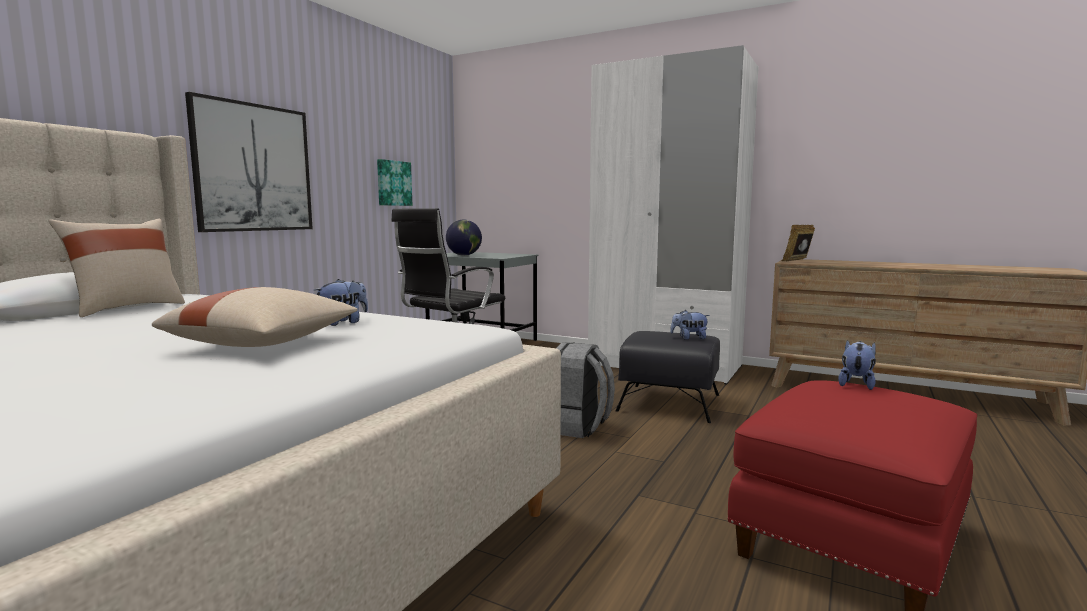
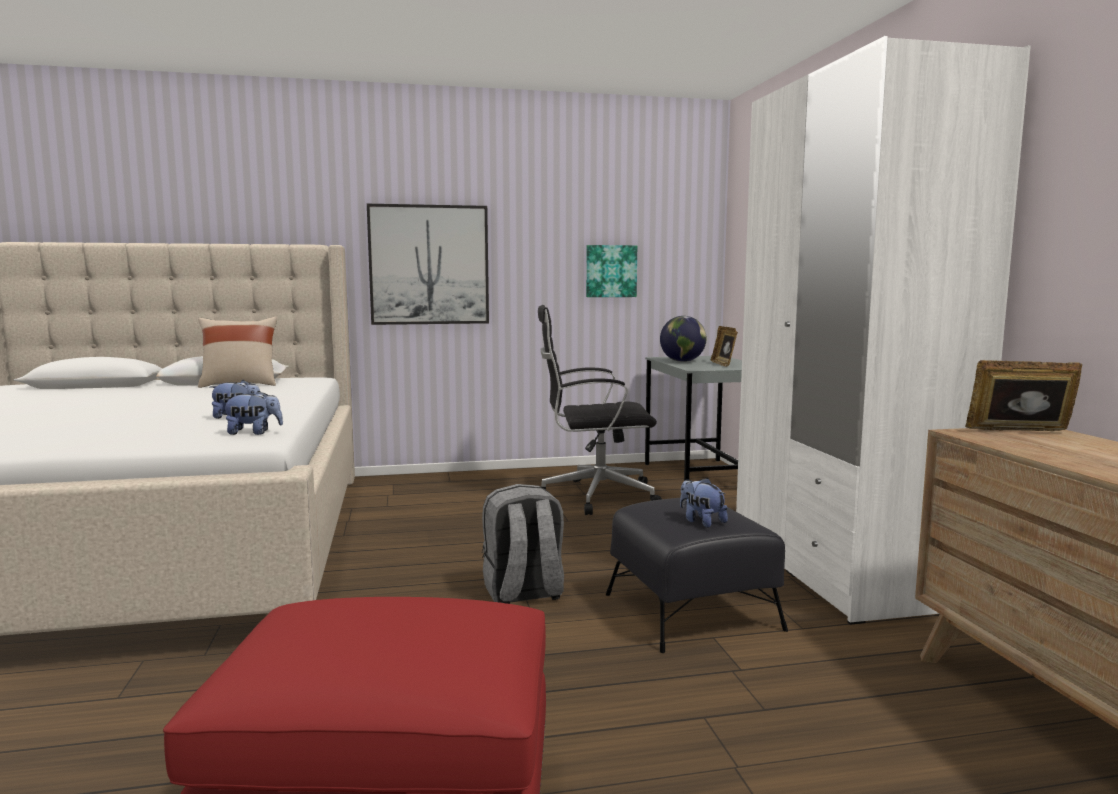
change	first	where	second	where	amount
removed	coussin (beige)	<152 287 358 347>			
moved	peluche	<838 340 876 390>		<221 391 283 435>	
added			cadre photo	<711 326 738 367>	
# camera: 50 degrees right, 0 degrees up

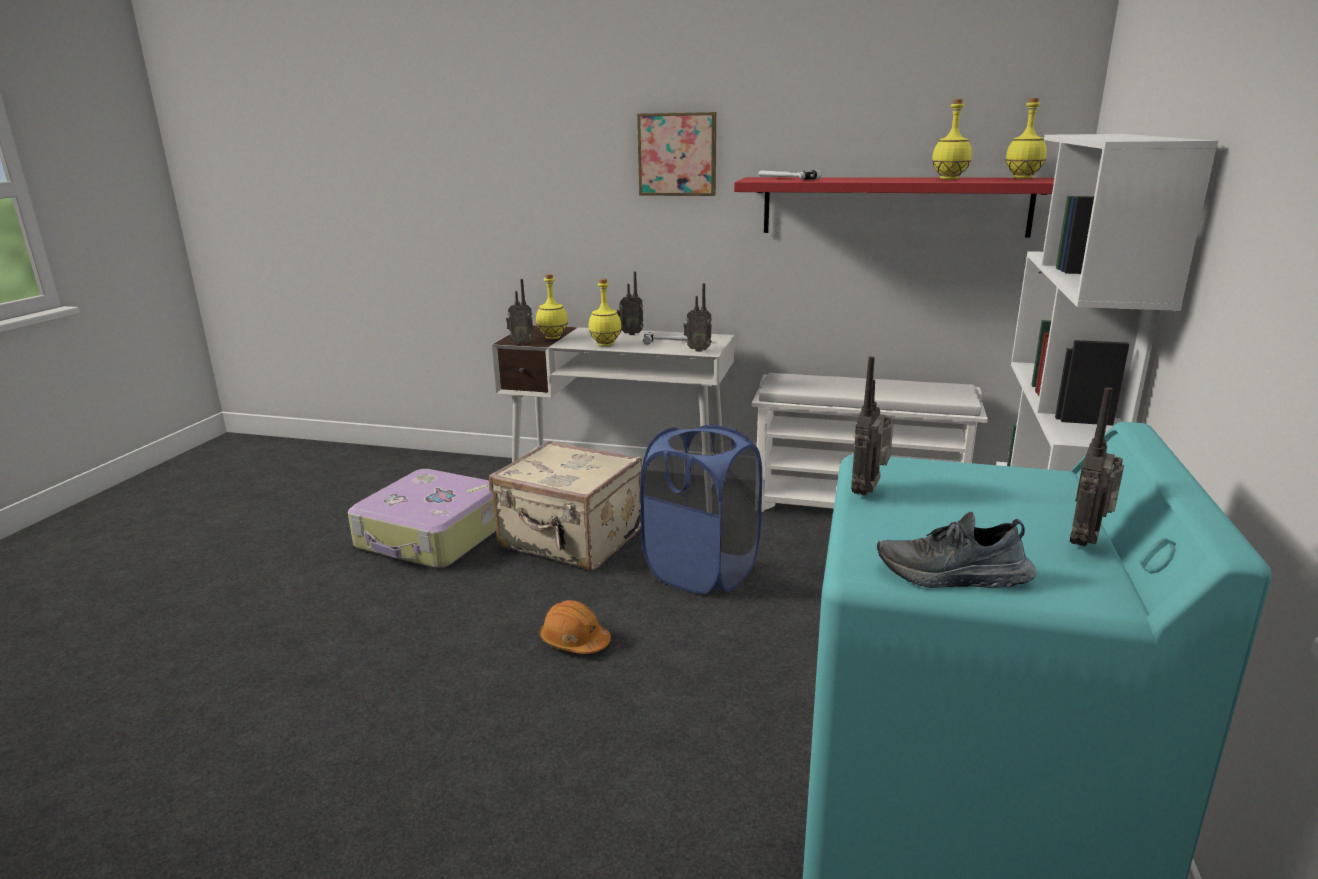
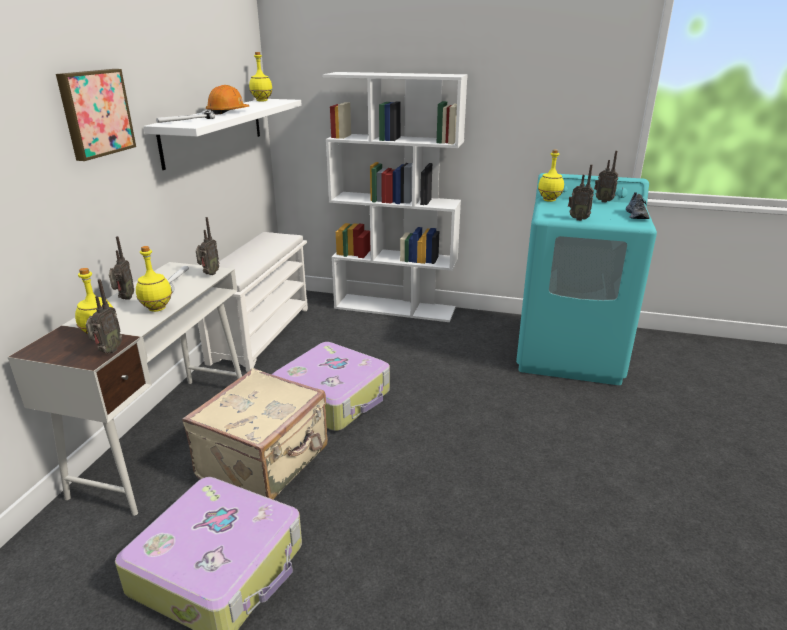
change	first	where	second	where	amount
moved	casque de chantier (orange)	<539 600 611 654>		<206 85 249 115>	
replaced	panier à linge (bleu)	<640 425 762 594>	valise	<271 342 390 431>	
recoloured	étagère (rouge)	<734 177 1054 238>	étagère (blanc)	<143 99 302 170>	
moved	bouteille (jaune)	<932 99 972 180>		<538 150 564 202>	
# camera: 90 degrees left, 5 degrees up

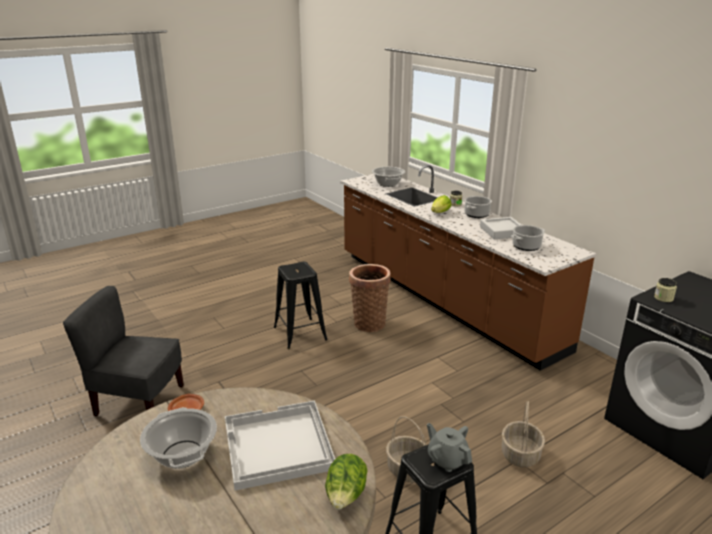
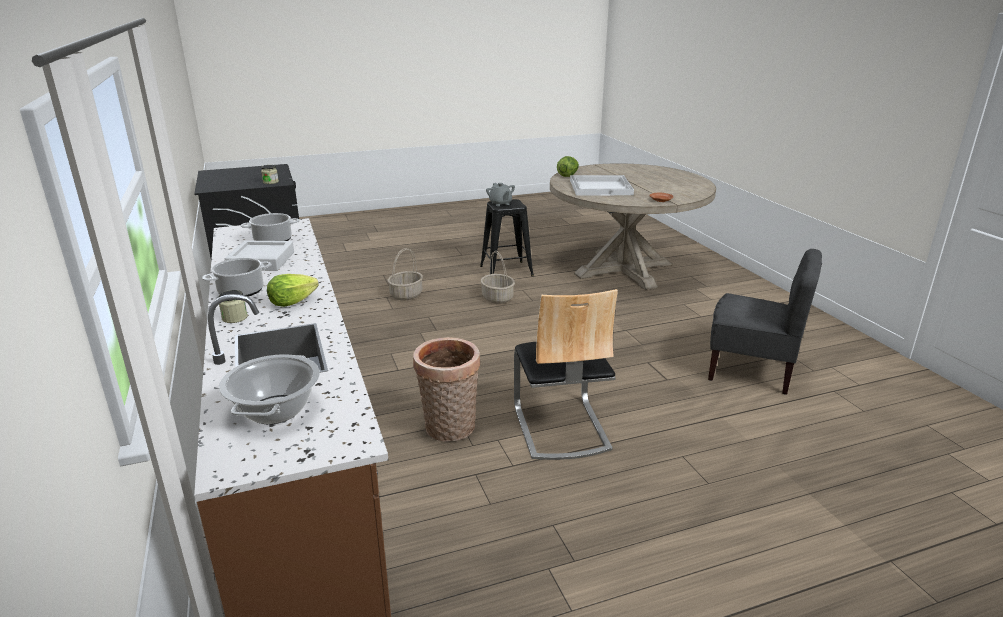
change	first	where	second	where	amount
removed	marmite	<140 407 217 469>			
replaced	tabouret (noir)	<274 262 328 349>	chaise	<514 289 618 460>	
# camera: 165 degrees left, 0 degrees up

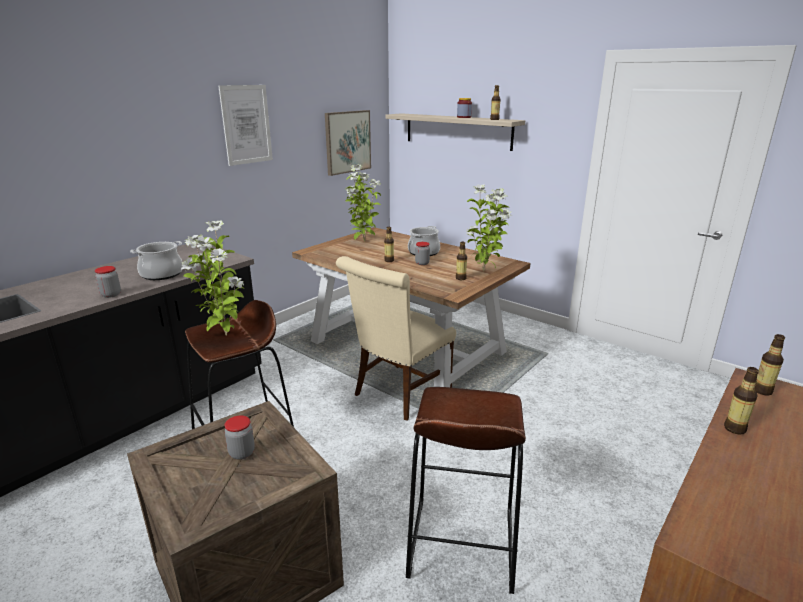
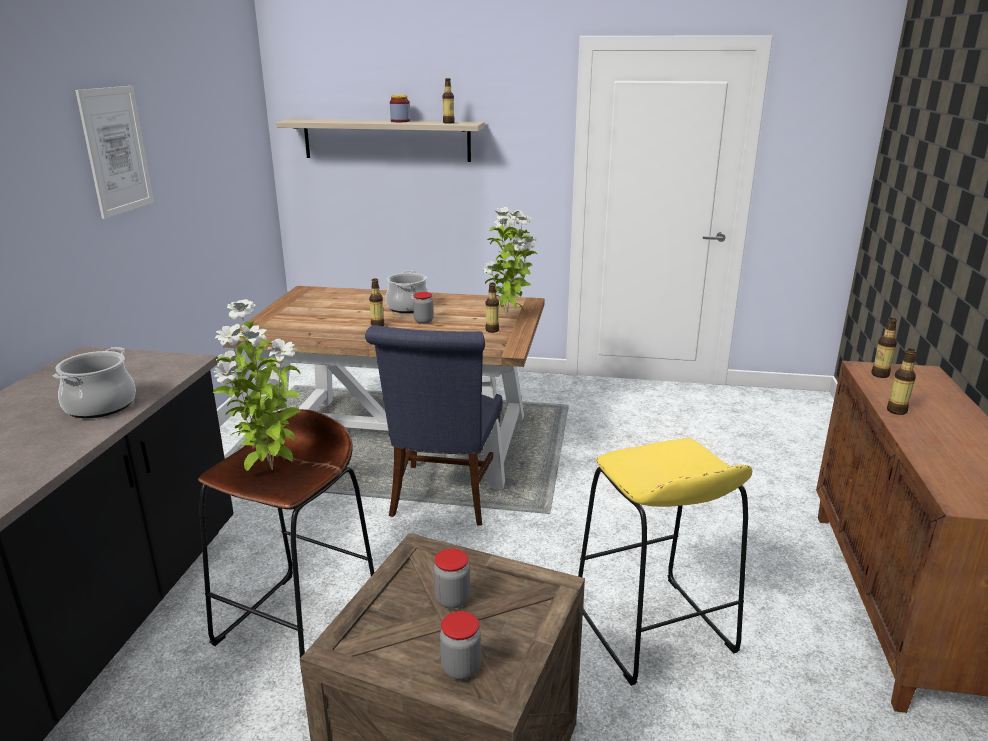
change	first	where	second	where	amount
moved	bocal	<95 266 121 298>		<440 611 481 680>	
removed	tableau	<325 110 371 176>			
recoloured	chaise (beige)	<336 256 456 421>	chaise (bleu)	<365 325 503 526>	
removed	plante en pot	<346 164 381 242>			
recoloured	tabouret (marron)	<406 387 526 594>	tabouret (jaune)	<578 438 752 686>	
# camera: 30 degrees left, 0 degrees up

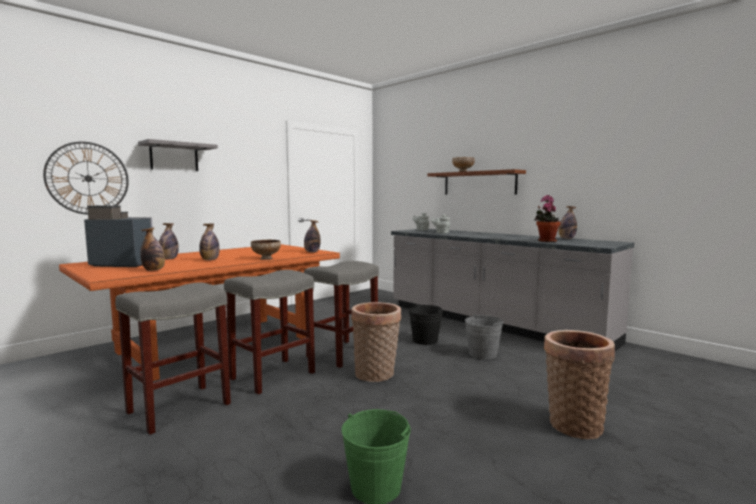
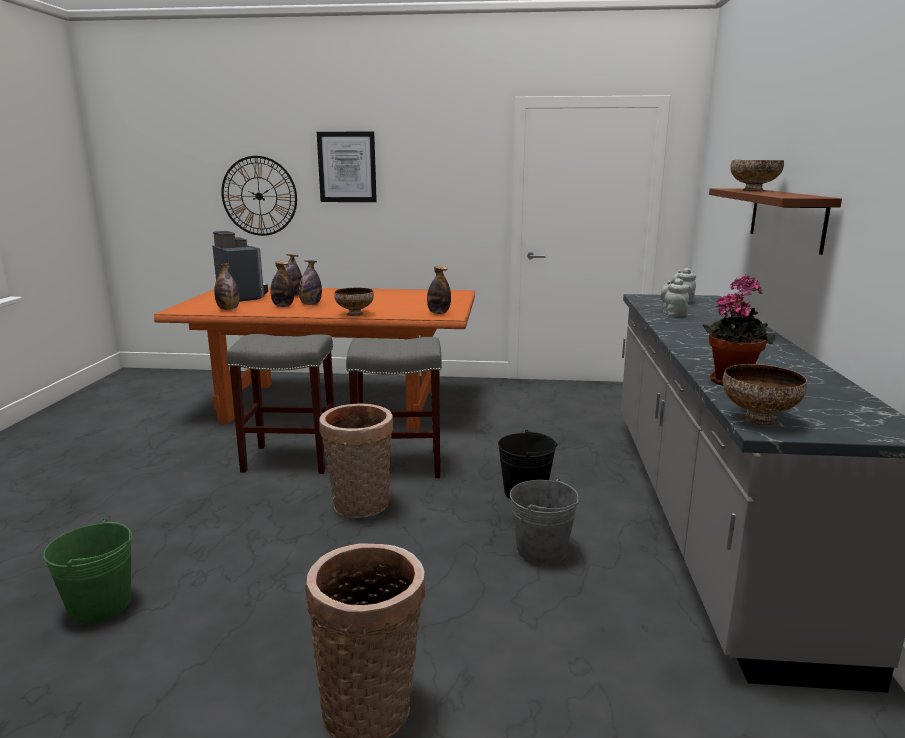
change	first	where	second	where	amount
removed	tabouret (gris)	<115 282 231 435>			
replaced	étagère (gris)	<138 139 218 171>	tableau	<317 132 377 202>	
moved	bouteille	<559 206 577 239>		<270 261 294 307>	
added			bol	<723 364 807 425>	
# camera: 50 degrees right, 10 degrees up

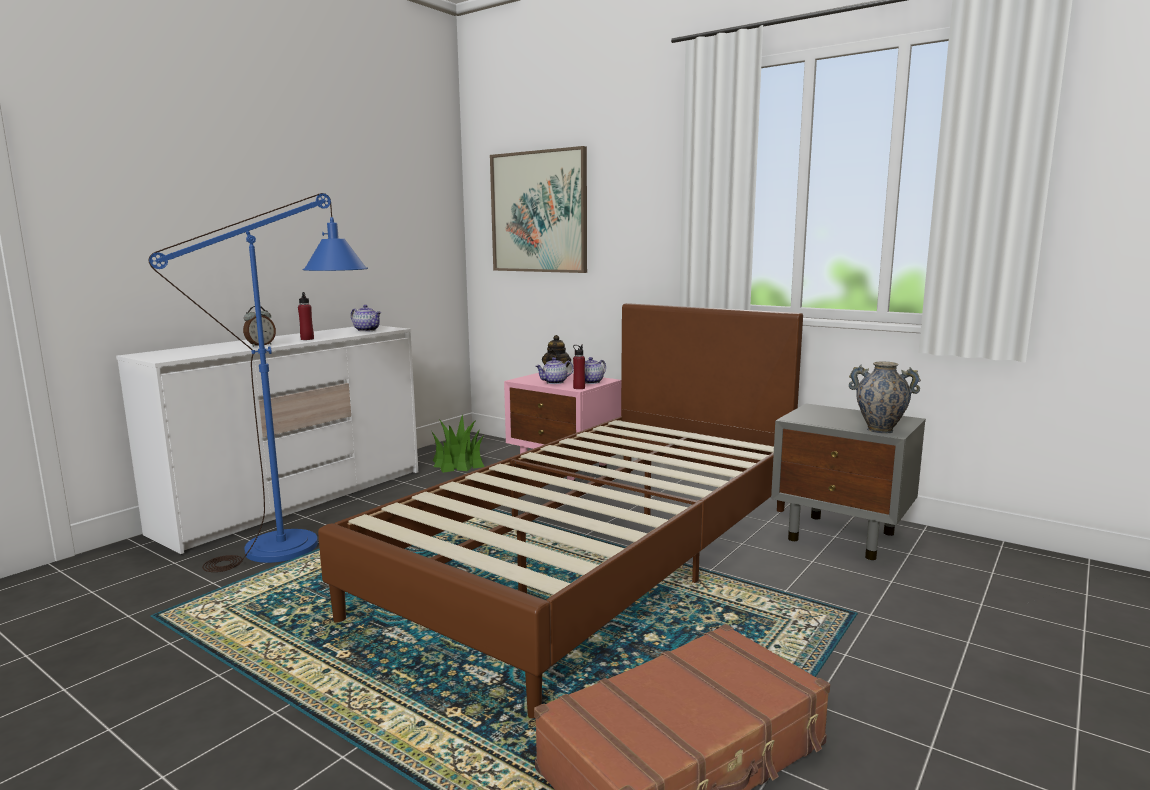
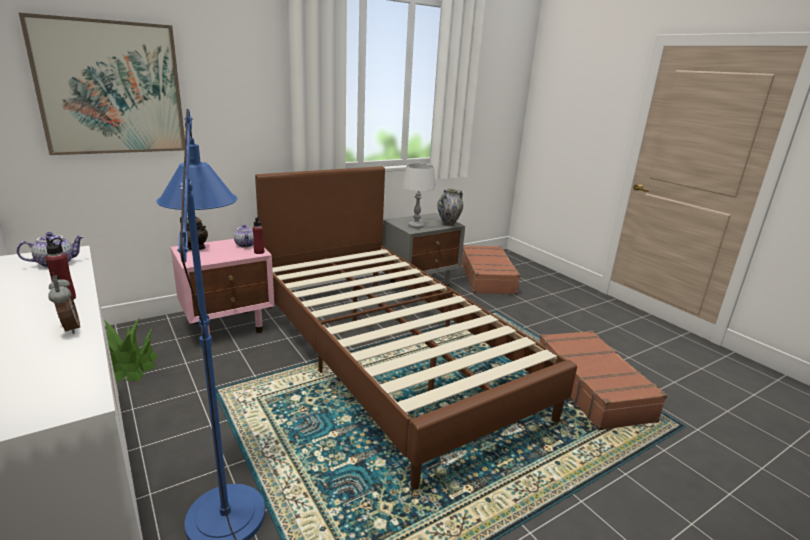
change	first	where	second	where	amount
removed	théière	<536 357 573 384>			
added			lampe de table (gris)	<402 163 436 229>	
added			valise (marron)	<461 245 521 295>	
# camera: 70 degrees left, 10 degrees up

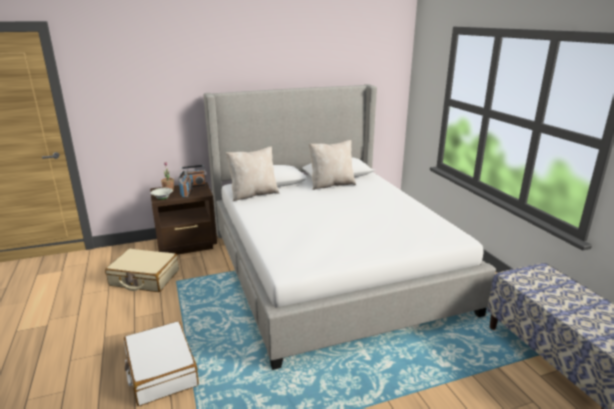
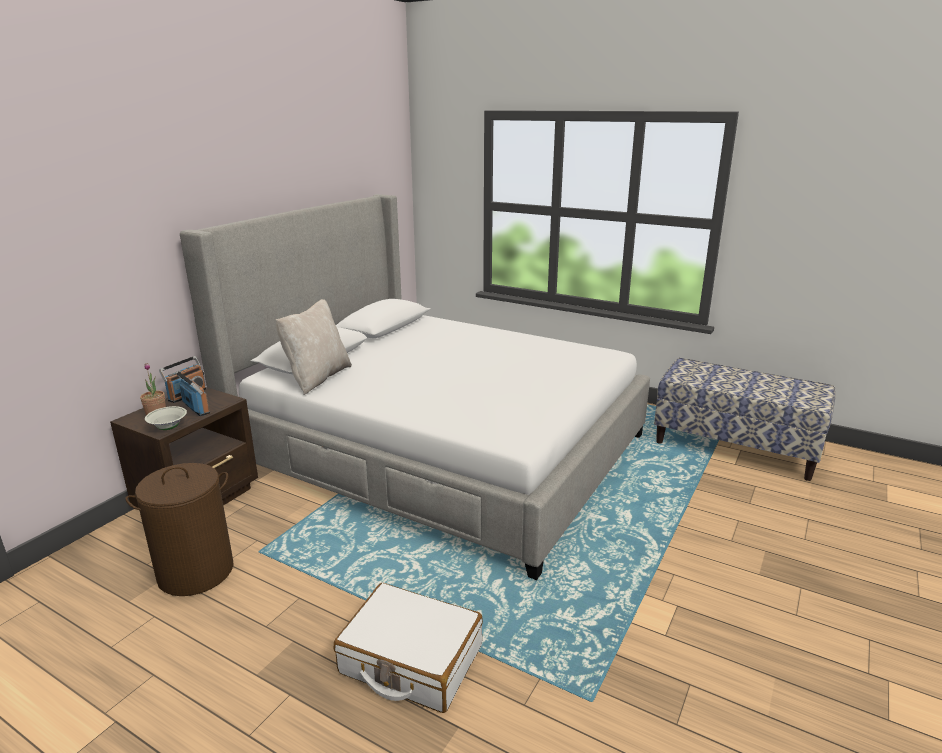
change	first	where	second	where	amount
replaced	valise (beige)	<105 248 179 292>	panier à linge (marron)	<125 463 234 596>	
removed	coussin (beige)	<309 140 356 190>			
# camera: 40 degrees left, 0 degrees up

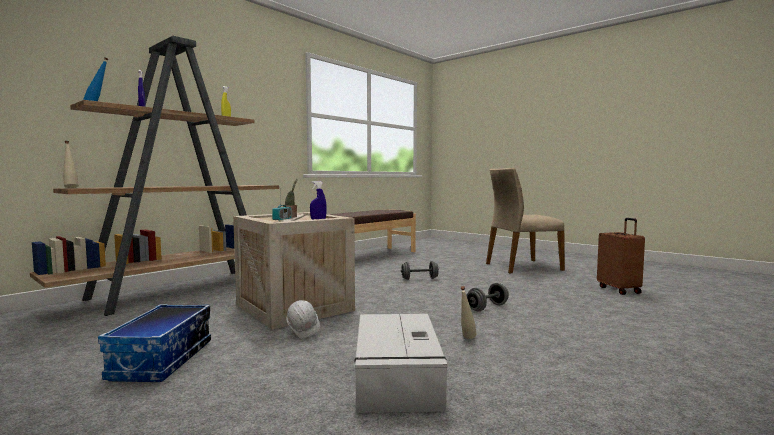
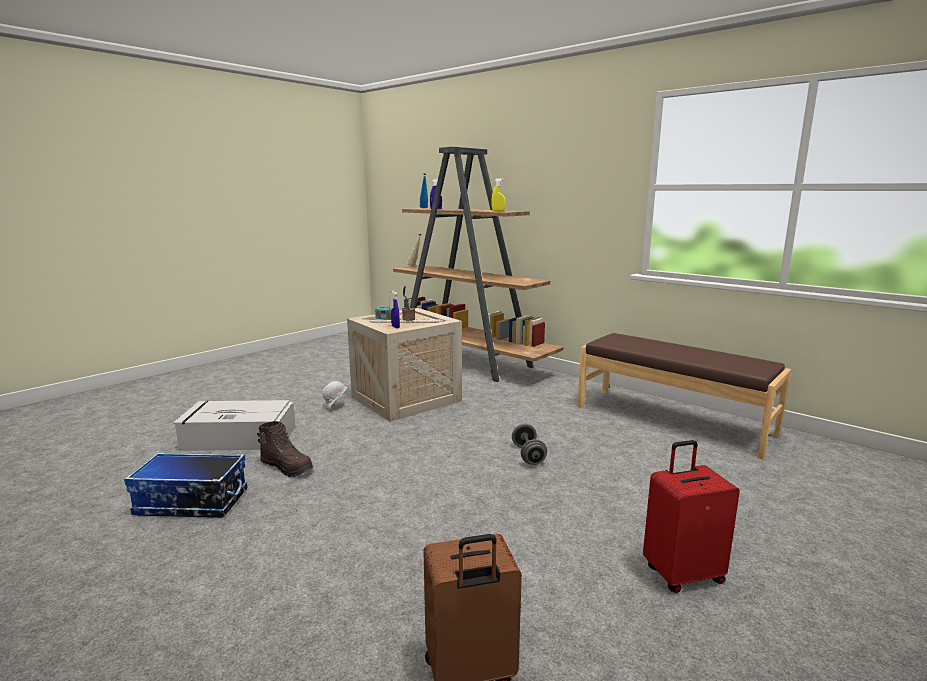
change	first	where	second	where	amount
moved	boîte de rangement	<98 304 211 382>		<124 453 248 518>	
replaced	bouteille (beige)	<461 286 477 339>	botte (marron)	<257 421 313 477>	
removed	haltère (gris)	<466 283 509 311>			
replaced	chaise (beige)	<486 168 565 273>	valise (rouge)	<643 440 740 593>	
# camera: 90 degrees right, 10 degrees up

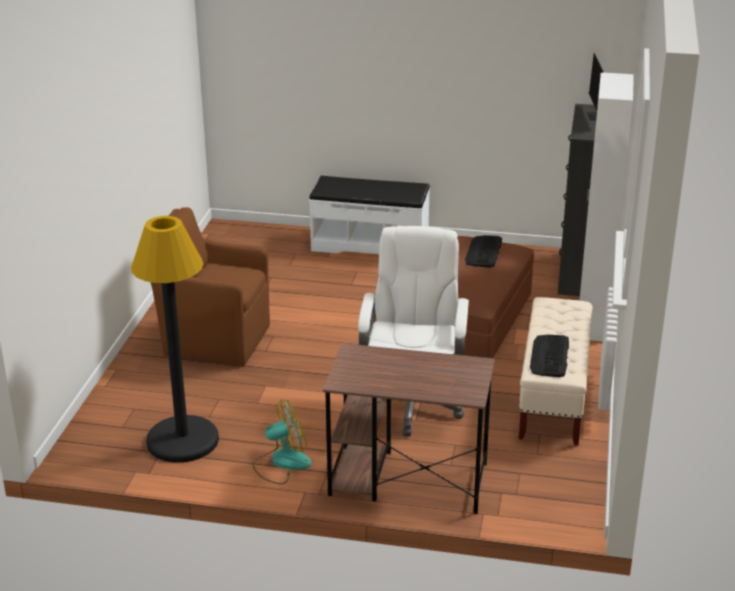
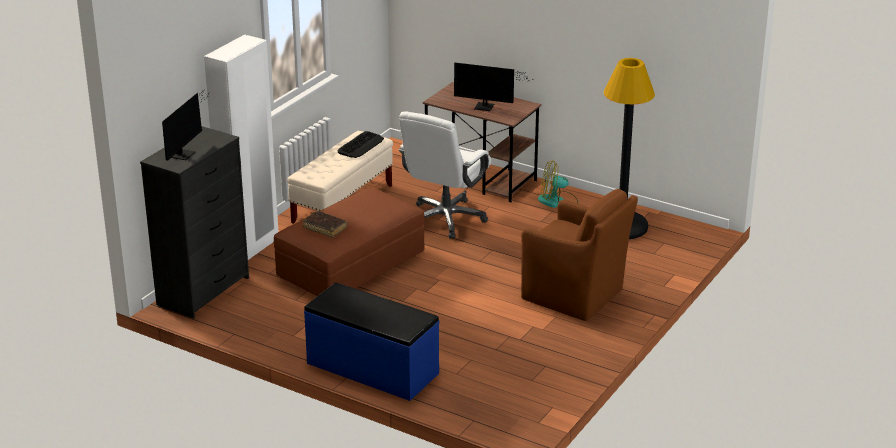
change	first	where	second	where	amount
recoloured	banc (blanc)	<309 176 430 254>	banc (bleu)	<304 282 440 401>	
replaced	clavier	<465 235 502 268>	livre (marron)	<303 211 348 238>	
added			écran d'ordinateur	<454 62 528 111>	
# camera: 160 degrees left, 0 degrees up

